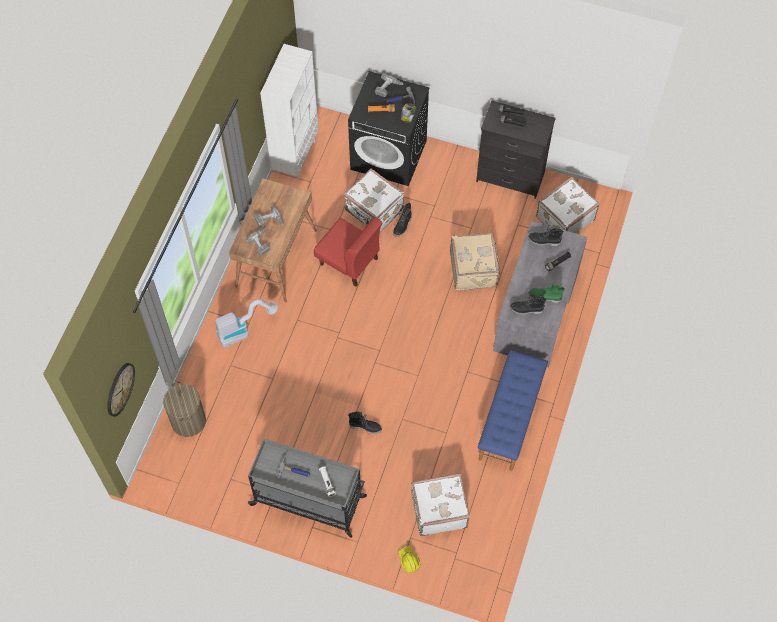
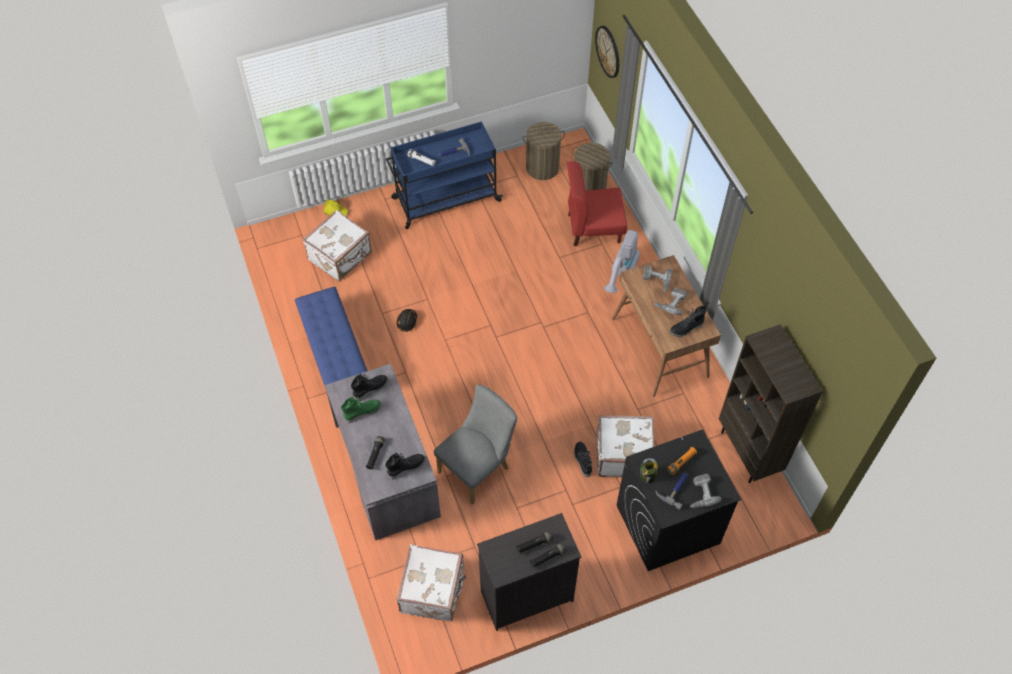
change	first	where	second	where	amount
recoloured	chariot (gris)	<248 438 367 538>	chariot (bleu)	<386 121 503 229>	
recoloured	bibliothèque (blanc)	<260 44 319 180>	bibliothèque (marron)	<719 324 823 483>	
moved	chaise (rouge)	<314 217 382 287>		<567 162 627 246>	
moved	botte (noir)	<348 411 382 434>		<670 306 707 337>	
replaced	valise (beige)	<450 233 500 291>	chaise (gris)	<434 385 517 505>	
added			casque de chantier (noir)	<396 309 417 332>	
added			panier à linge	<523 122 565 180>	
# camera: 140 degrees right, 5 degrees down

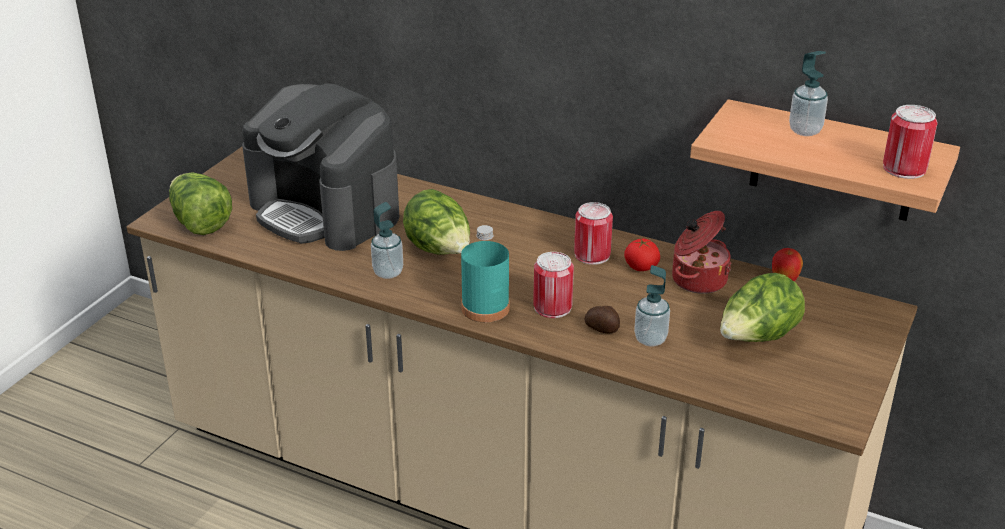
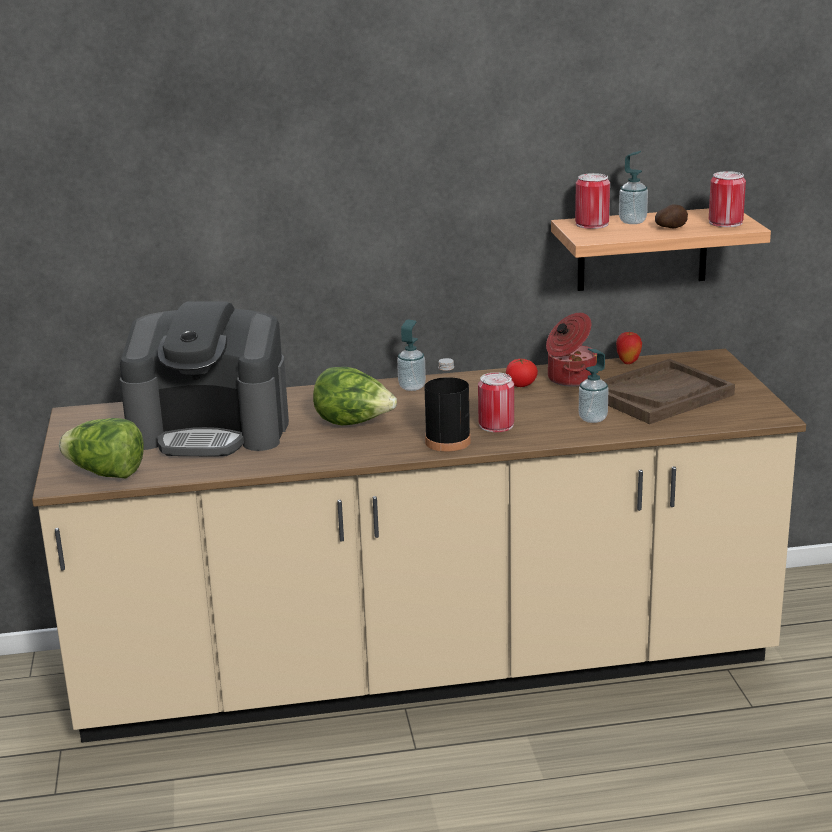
change	first	where	second	where	amount
moved	distributeur de savon	<371 202 403 279>		<397 320 426 391>	
recoloured	bouteille (turquoise)	<461 225 510 322>	bouteille (noir)	<424 358 471 452>	
moved	boîte métallique	<574 202 613 265>		<575 173 610 229>	
moved	pomme de terre	<585 306 620 333>		<655 205 688 228>	
replaced	laitue	<720 273 805 342>	plateau (marron)	<603 359 735 424>	
# camera: 35 degrees left, 10 degrees down

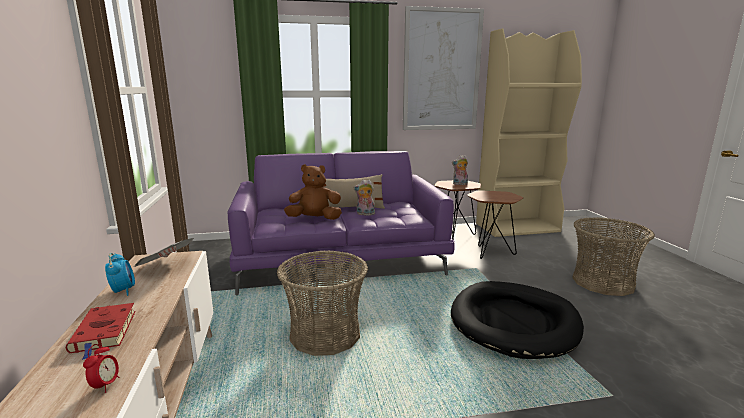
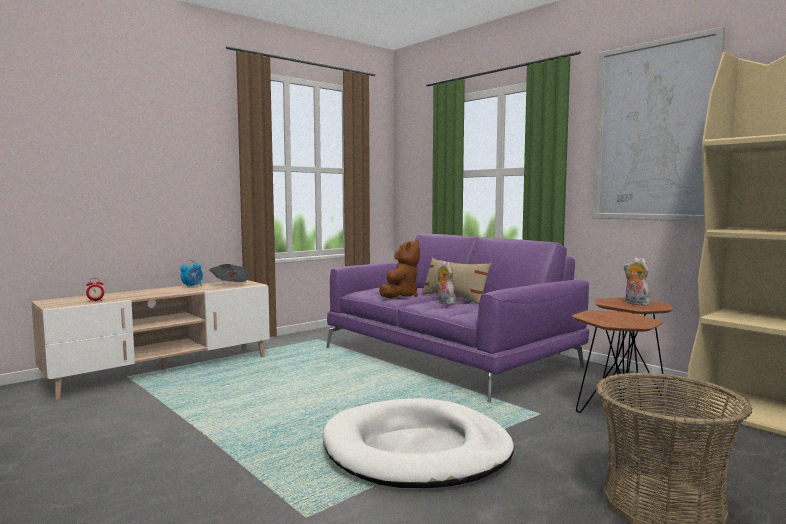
change	first	where	second	where	amount
removed	livre (rouge)	<66 303 136 360>			
removed	panier	<277 250 368 356>			
turned	peluche (marron)	<284 164 342 220>		<379 240 420 299>	60 degrees clockwise
recoloured	panier pour chien (noir)	<451 281 584 359>	panier pour chien (blanc)	<323 398 514 488>	
# camera: 60 degrees right, 10 degrees down

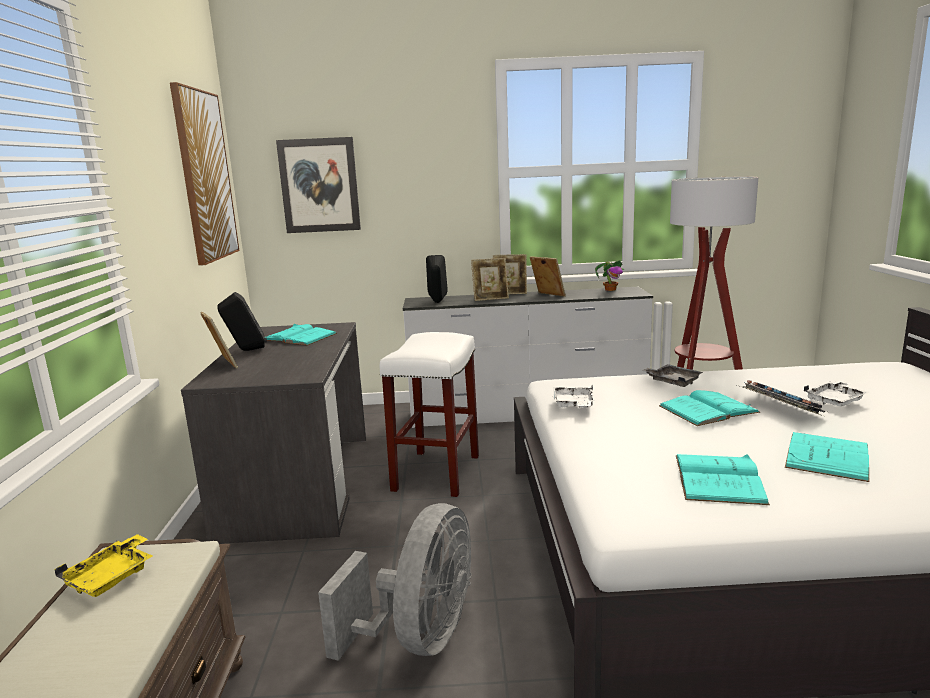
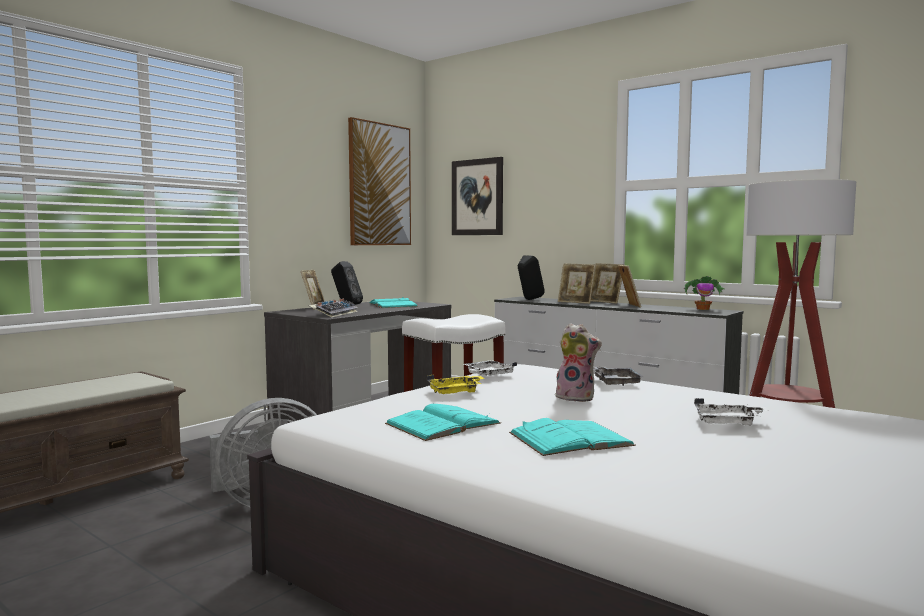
change	first	where	second	where	amount
moved	plateau (jaune)	<54 534 153 597>		<427 375 484 394>	
replaced	livre (turquoise)	<659 390 760 426>	peluche	<555 323 602 402>	
moved	clavier	<737 380 827 417>		<308 298 358 318>	
# camera: 40 degrees right, 10 degrees down

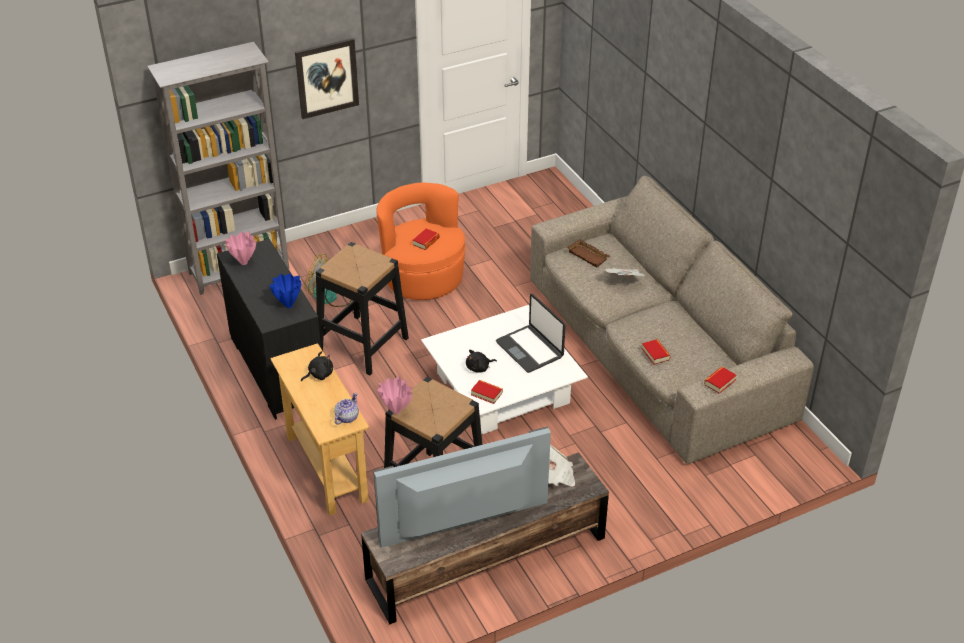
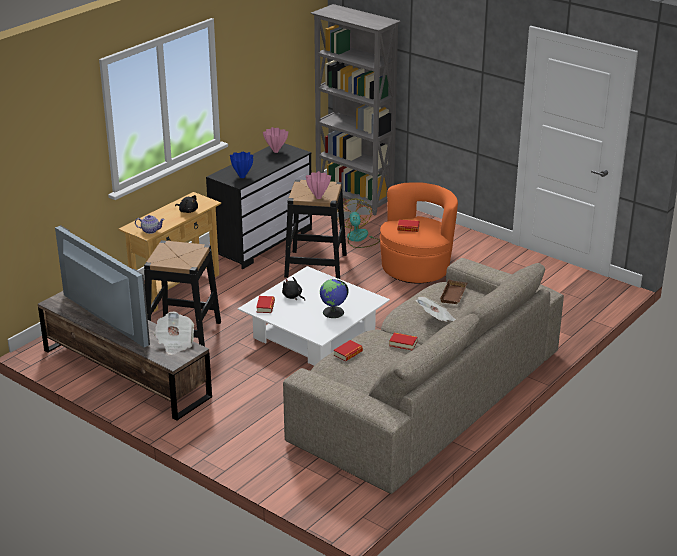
change	first	where	second	where	amount
removed	tableau	<295 38 359 119>			
moved	vase (rose)	<377 376 412 414>		<306 171 331 199>	
replaced	ordinateur portable	<496 294 566 373>	globe	<320 279 349 318>	
moved	livre	<704 367 737 394>		<389 333 418 350>	
# camera: 65 degrees right, 10 degrees down

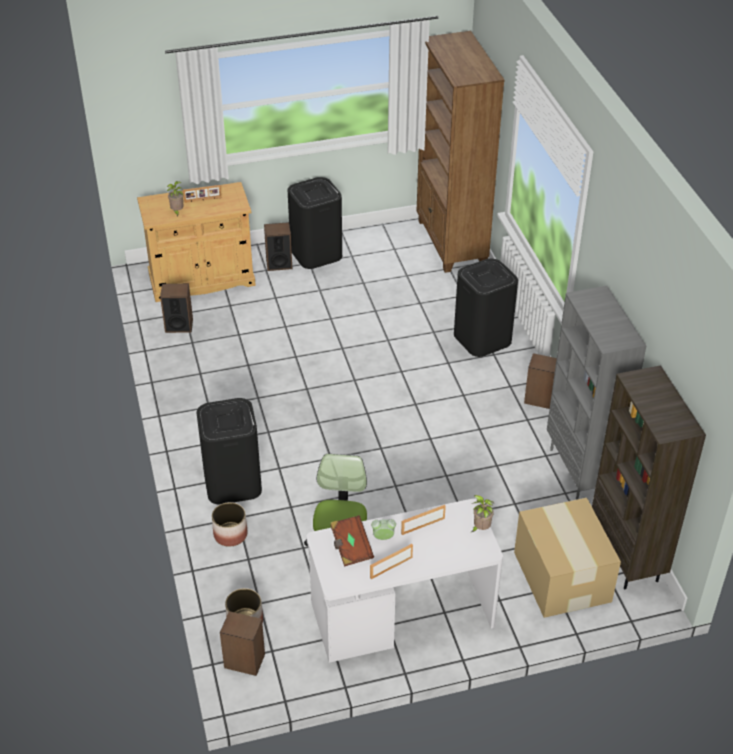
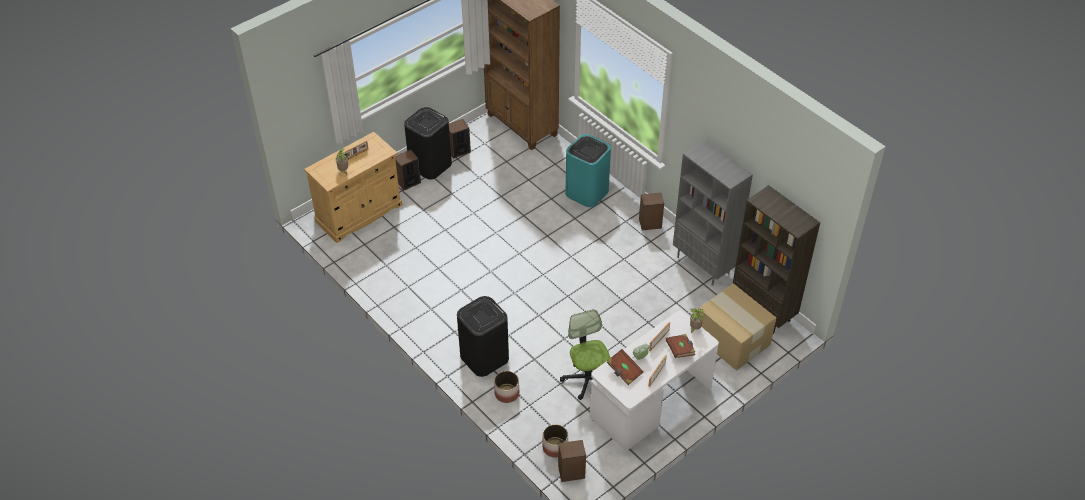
change	first	where	second	where	amount
moved	enceinte	<160 284 193 333>		<449 119 471 159>	
recoloured	poubelle (noir)	<454 259 518 357>	poubelle (turquoise)	<566 134 611 207>	
added			livre (marron)	<666 334 695 358>	
# camera: 25 degrees left, 5 degrees up

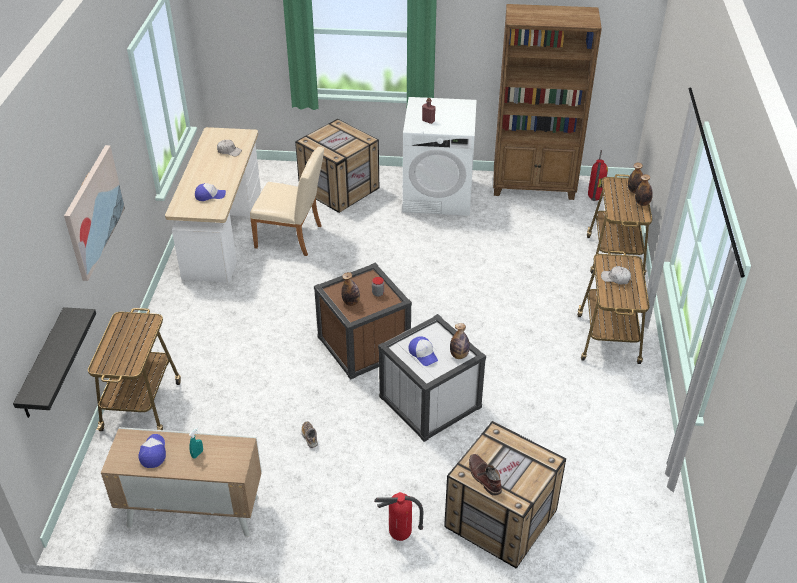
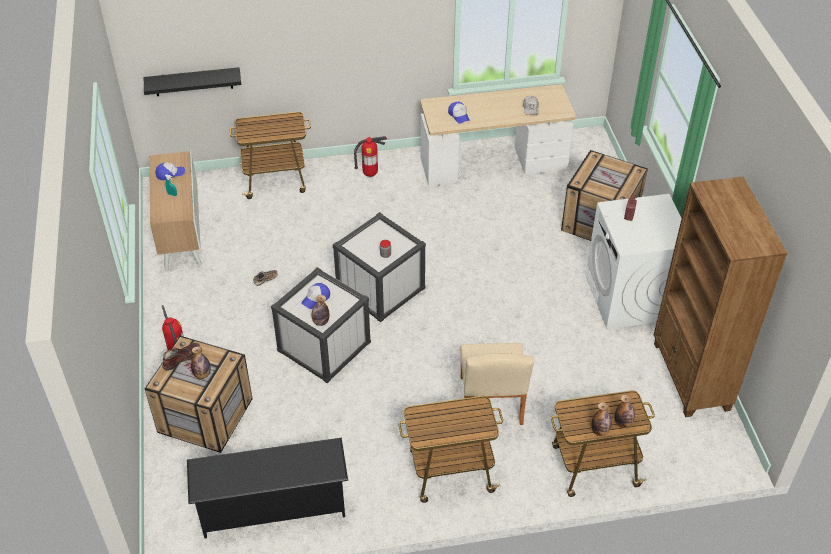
change	first	where	second	where	amount
removed	tableau	<64 145 125 281>			
moved	chaise (beige)	<250 147 324 256>		<460 343 534 425>	
recoloured	boîte de rangement (marron)	<314 262 412 380>	boîte de rangement (blanc)	<333 212 426 322>	
moved	bouteille	<341 272 360 306>		<191 346 211 379>	
moved	extincteur	<588 150 608 201>		<354 136 387 177>	
removed	casquette (blanc)	<601 266 631 285>			
added			étagère à chaussures (noir)	<187 438 348 538>	
# camera: 75 degrees right, 5 degrees up

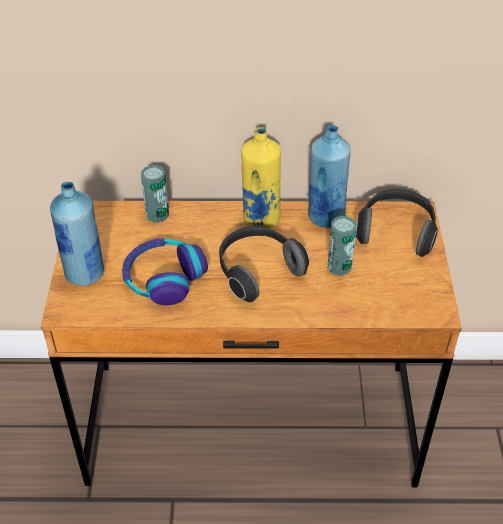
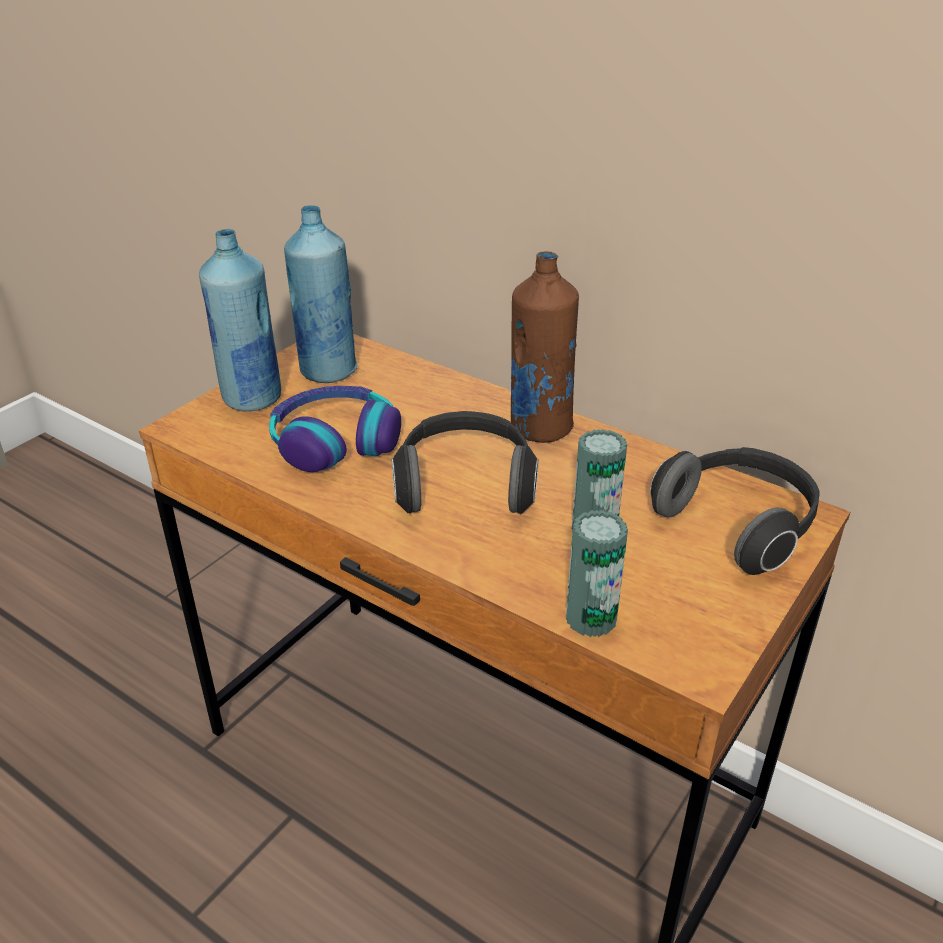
change	first	where	second	where	amount
moved	boîte métallique	<141 165 169 223>		<566 510 628 637>	
recoloured	bouteille (jaune)	<241 127 281 228>	bouteille (marron)	<511 251 579 443>	
moved	bouteille (bleu)	<308 125 351 228>		<284 205 358 383>	
# camera: 35 degrees right, 10 degrees down

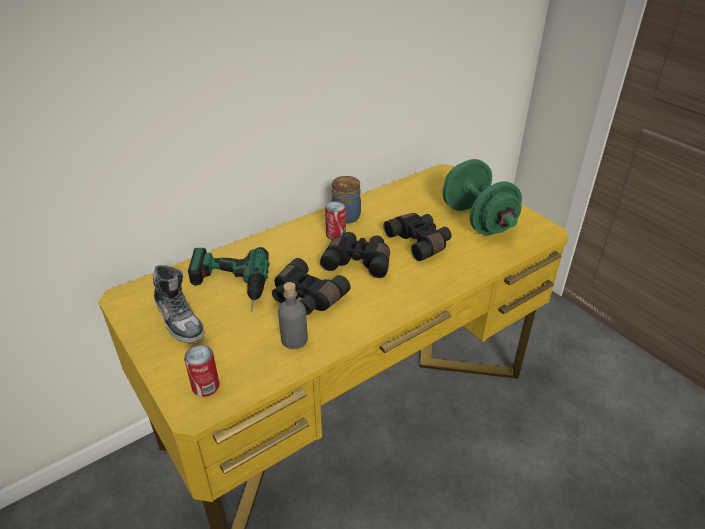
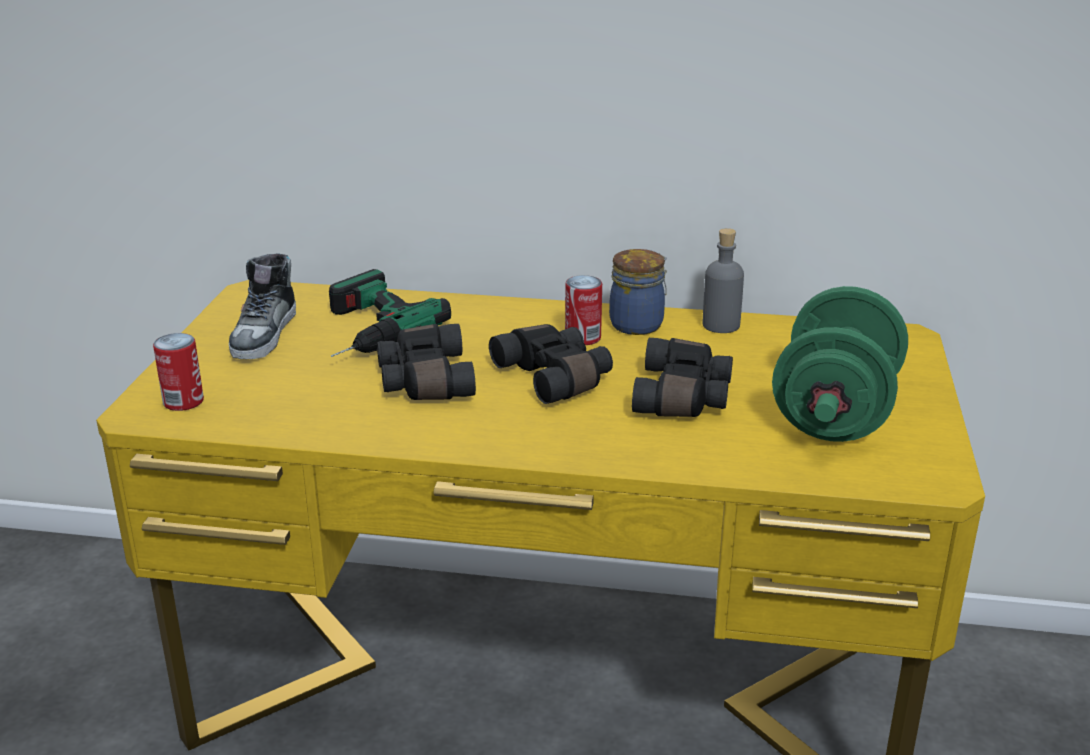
change	first	where	second	where	amount
moved	bouteille (gris)	<278 282 308 349>		<703 228 744 333>	
# camera: 45 degrees right, 10 degrees down

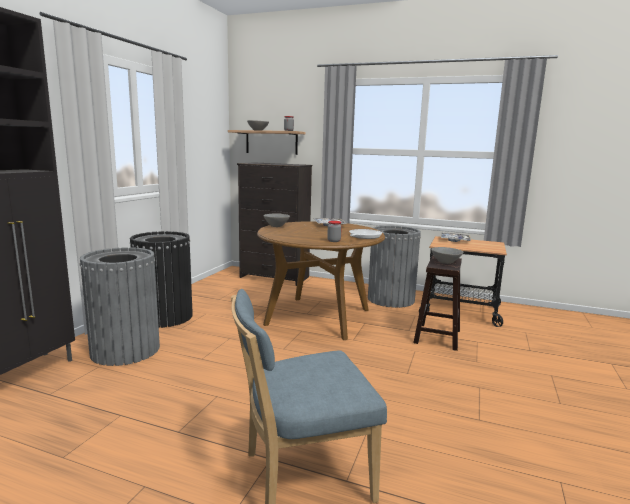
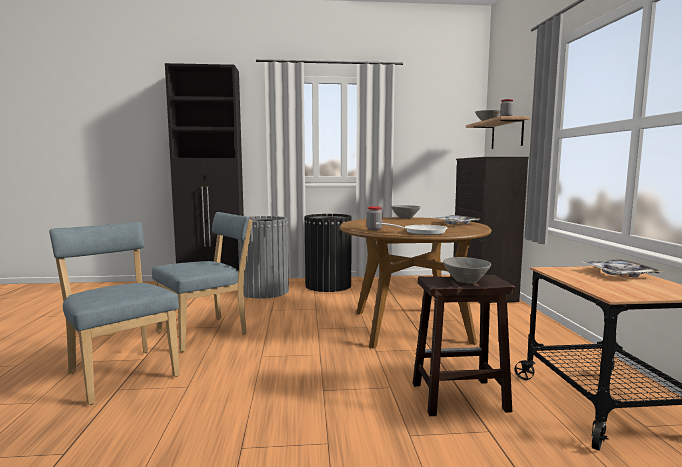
change	first	where	second	where	amount
removed	poubelle (gris)	<368 226 421 308>			
added			chaise (bleu)	<152 212 252 352>	
# camera: 65 degrees right, 5 degrees down

